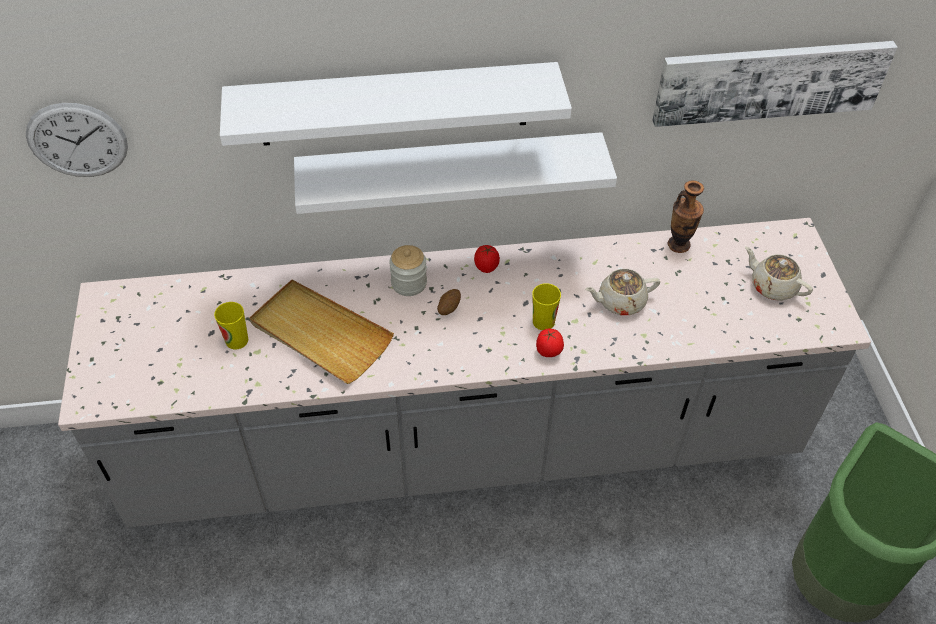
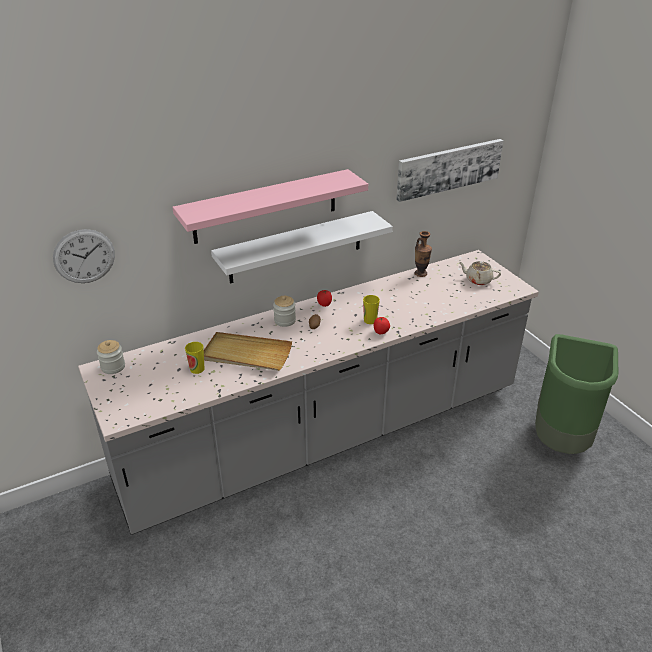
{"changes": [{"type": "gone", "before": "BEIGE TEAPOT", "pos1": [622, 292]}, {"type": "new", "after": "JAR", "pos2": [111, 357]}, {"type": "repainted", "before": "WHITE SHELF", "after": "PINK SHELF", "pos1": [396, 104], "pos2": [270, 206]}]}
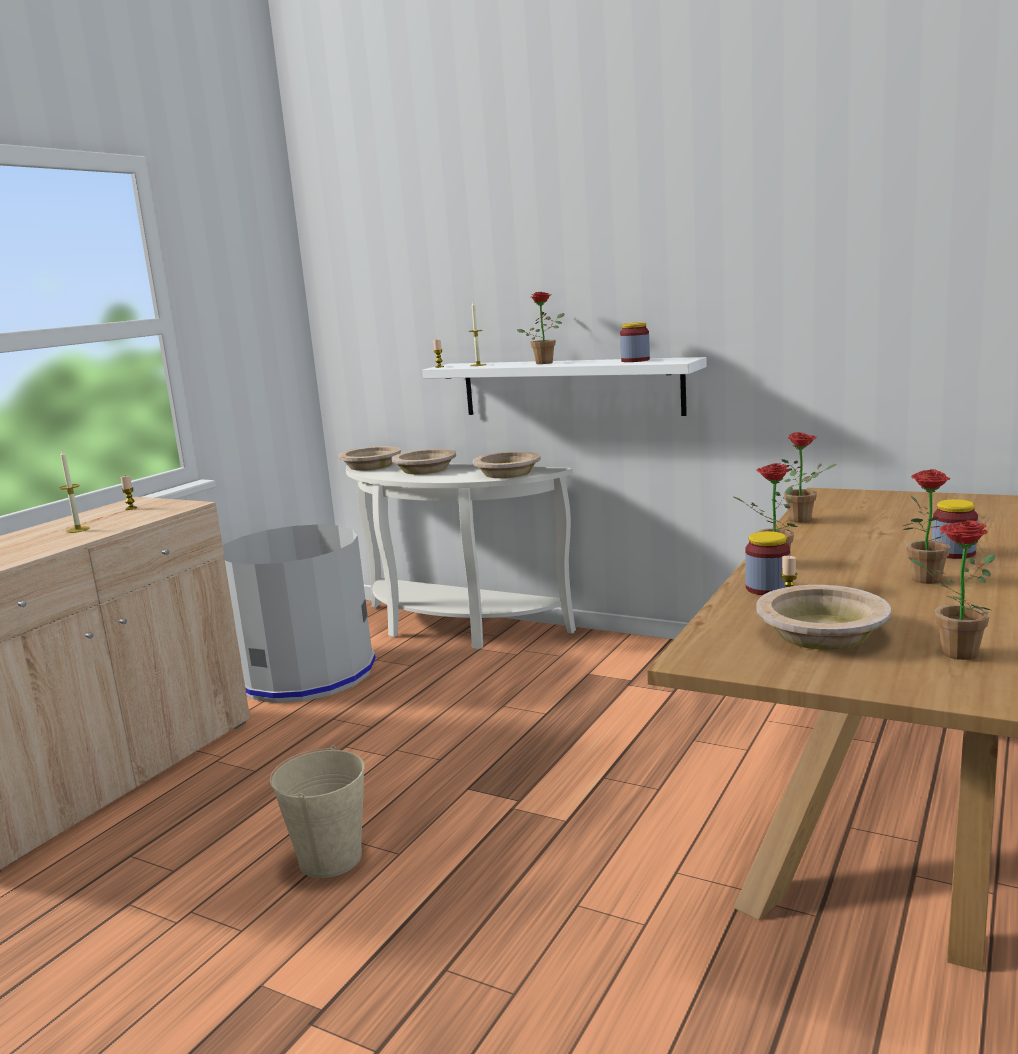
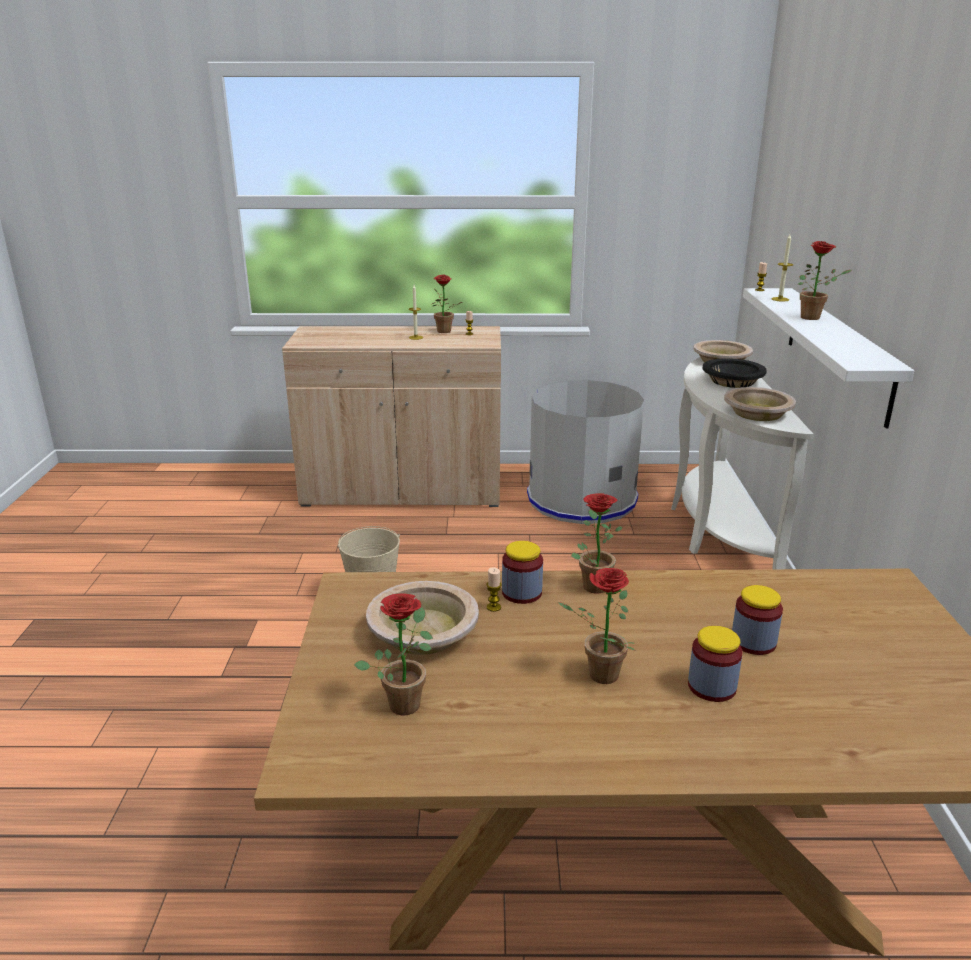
{"changes": [{"type": "shifted", "before": "JAR", "pos1": [635, 342], "pos2": [757, 620]}, {"type": "shifted", "before": "POTTED PLANT", "pos1": [809, 477], "pos2": [447, 303]}, {"type": "repainted", "before": "BEIGE BOWL", "after": "BLACK BOWL", "pos1": [423, 461], "pos2": [735, 373]}]}
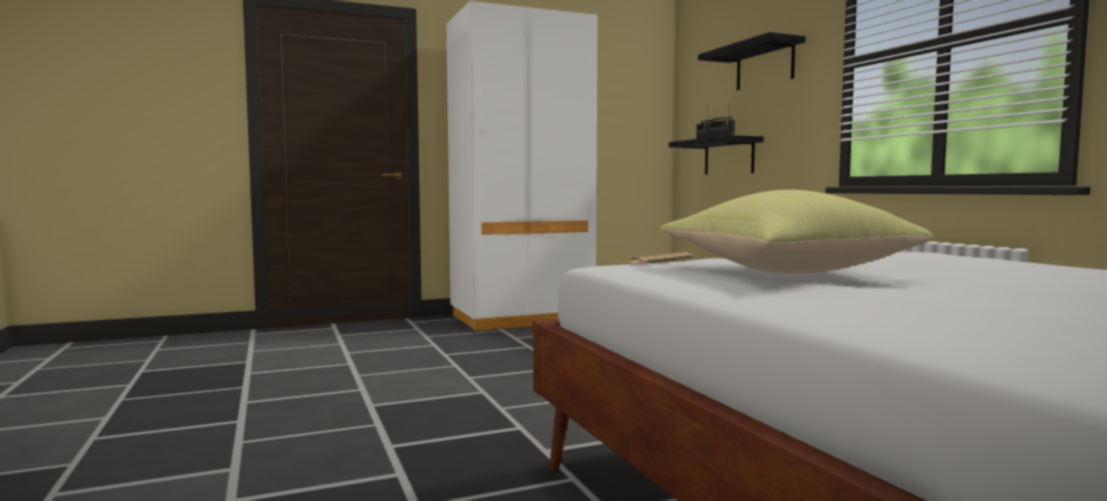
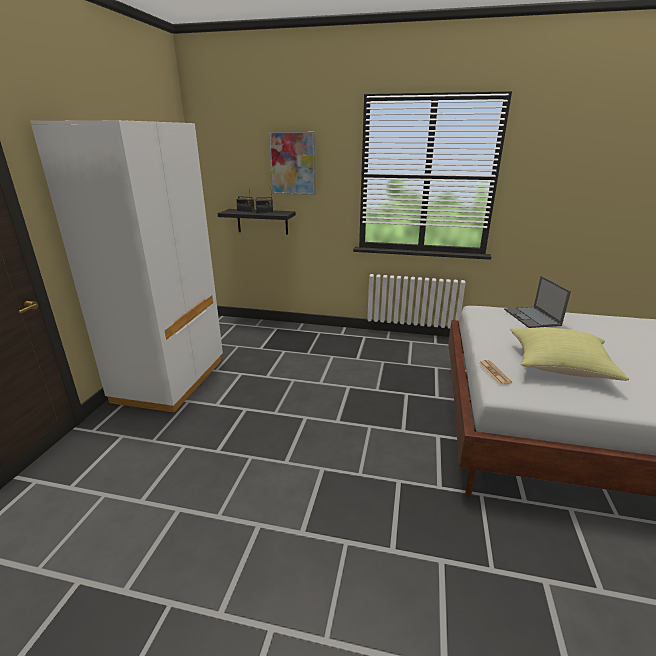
{"changes": [{"type": "new", "after": "LAPTOP", "pos2": [537, 302]}, {"type": "swapped", "before": "BLACK SHELF", "after": "PICTURE", "pos1": [752, 61], "pos2": [292, 163]}]}
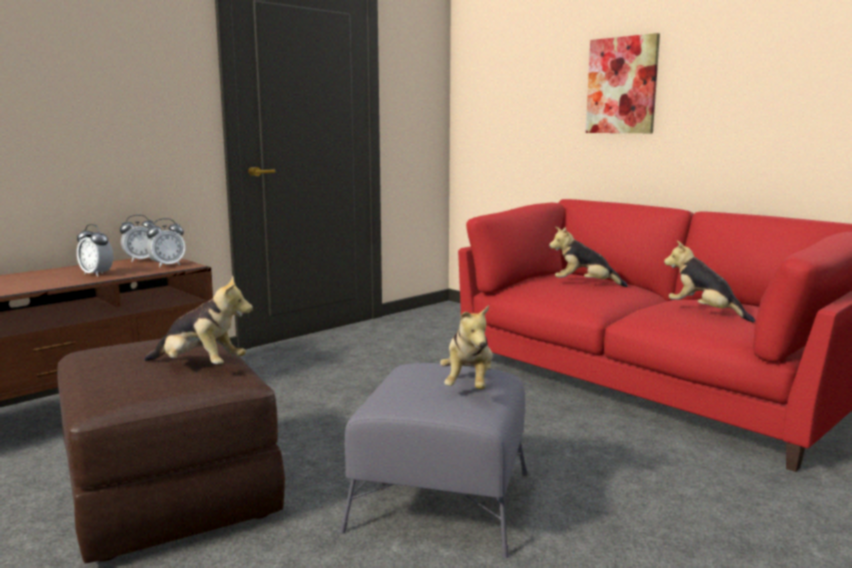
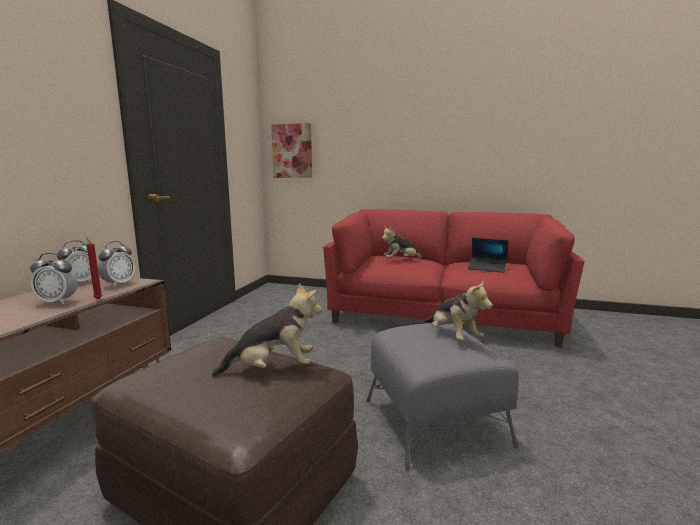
{"changes": [{"type": "new", "after": "RED CANDLE", "pos2": [94, 268]}, {"type": "shifted", "before": "PICTURE", "pos1": [623, 83], "pos2": [291, 150]}, {"type": "swapped", "before": "PLUSH TOY", "after": "LAPTOP", "pos1": [709, 281], "pos2": [488, 255]}]}
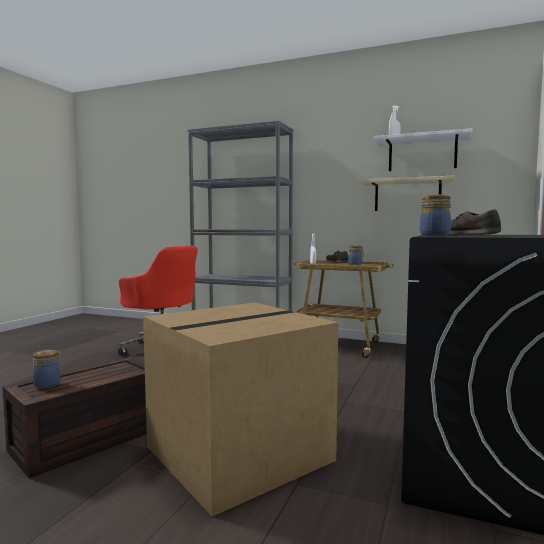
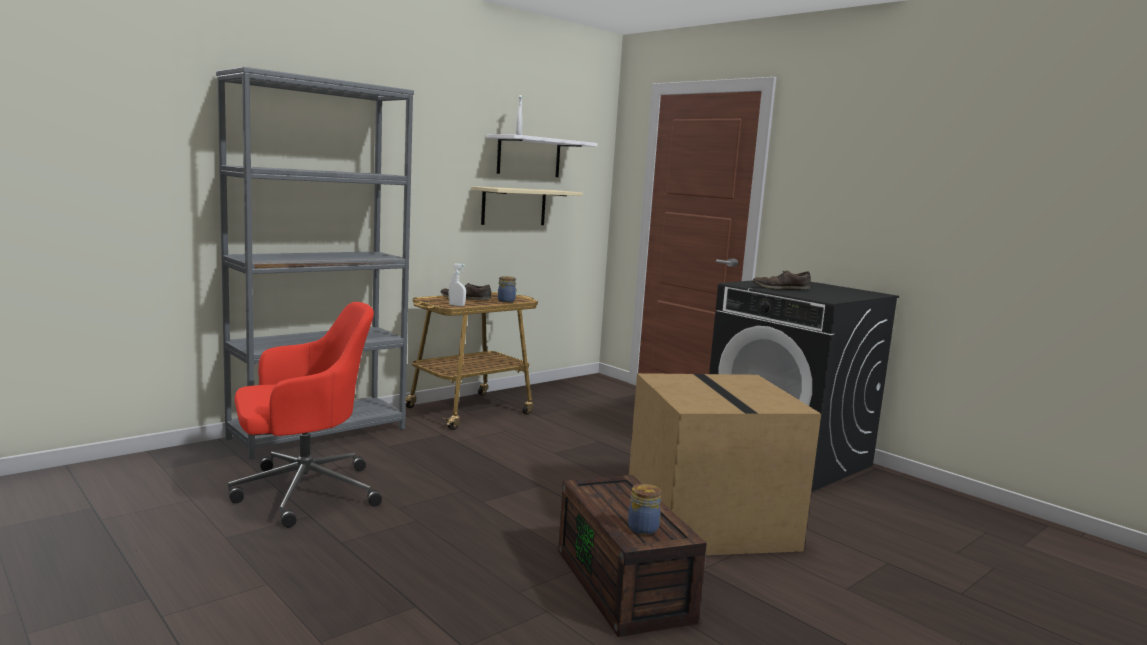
{"changes": [{"type": "gone", "before": "JAR", "pos1": [435, 215]}]}
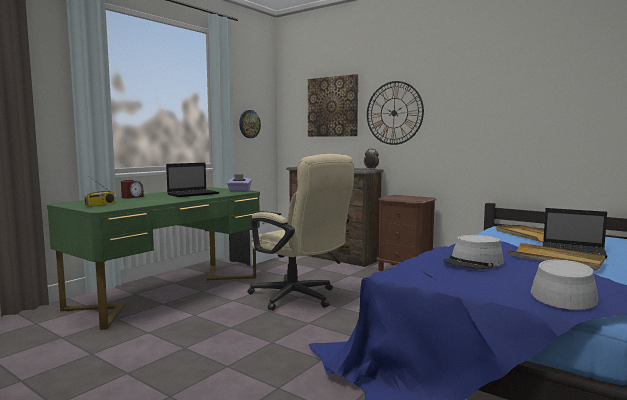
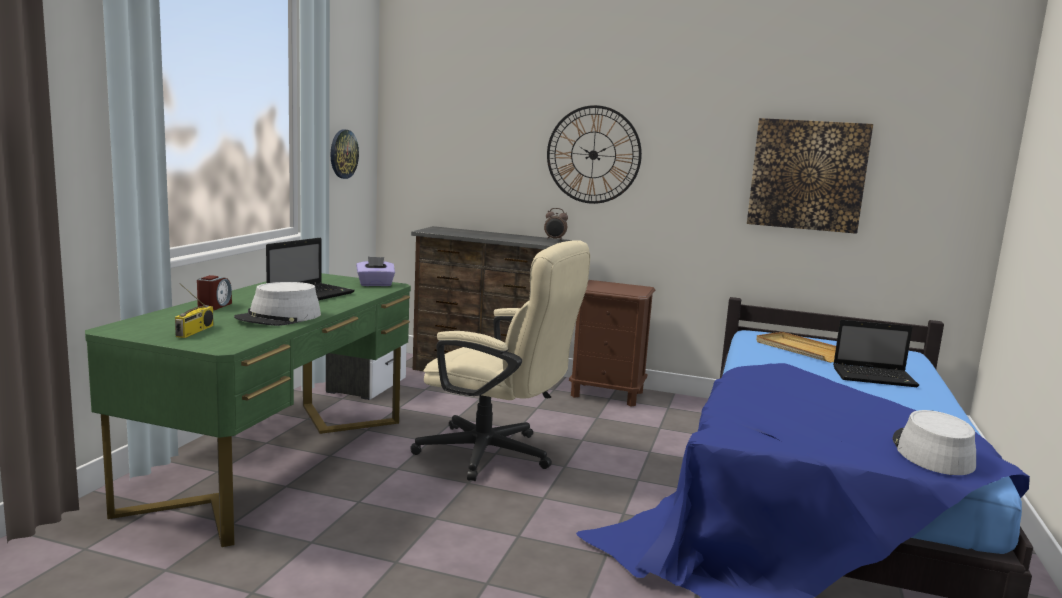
{"changes": [{"type": "gone", "before": "BEIGE TRAY", "pos1": [556, 256]}, {"type": "shifted", "before": "PICTURE", "pos1": [333, 105], "pos2": [810, 176]}, {"type": "shifted", "before": "GREY HAT", "pos1": [473, 252], "pos2": [277, 304]}]}
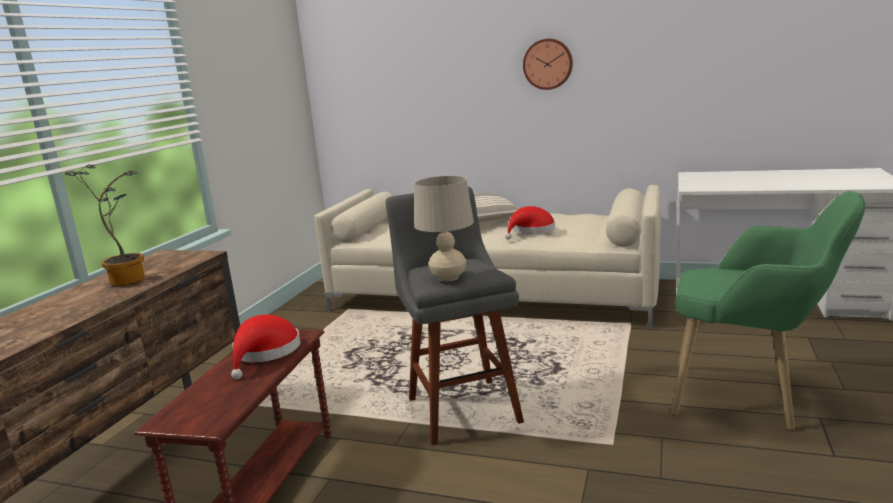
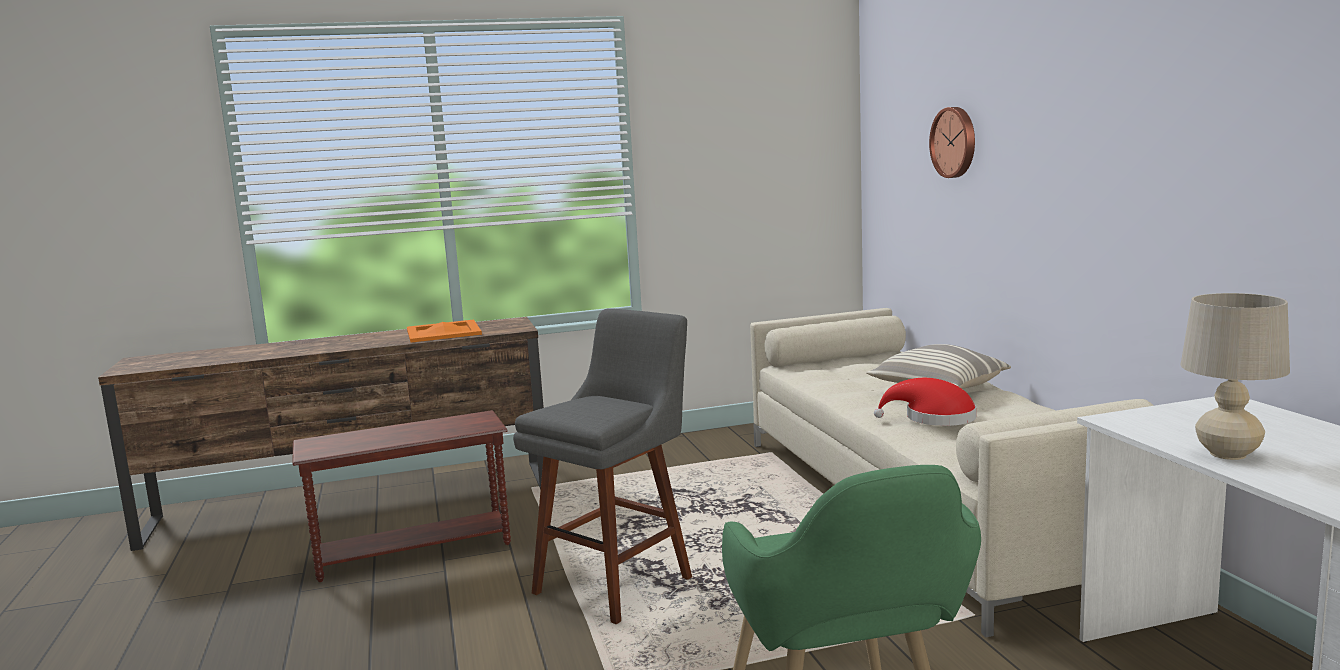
{"changes": [{"type": "gone", "before": "RED HAT", "pos1": [265, 347]}, {"type": "shifted", "before": "BEIGE TABLE LAMP", "pos1": [444, 228], "pos2": [1235, 376]}, {"type": "shifted", "before": "WALL CLOCK", "pos1": [548, 64], "pos2": [952, 142]}, {"type": "swapped", "before": "POTTED PLANT", "after": "ORANGE TRAY", "pos1": [105, 225], "pos2": [444, 330]}]}
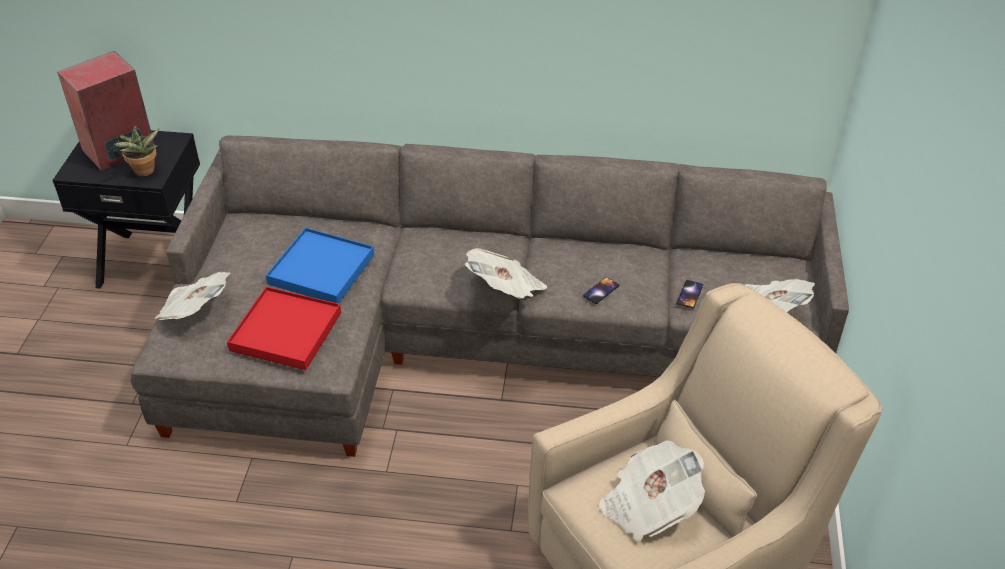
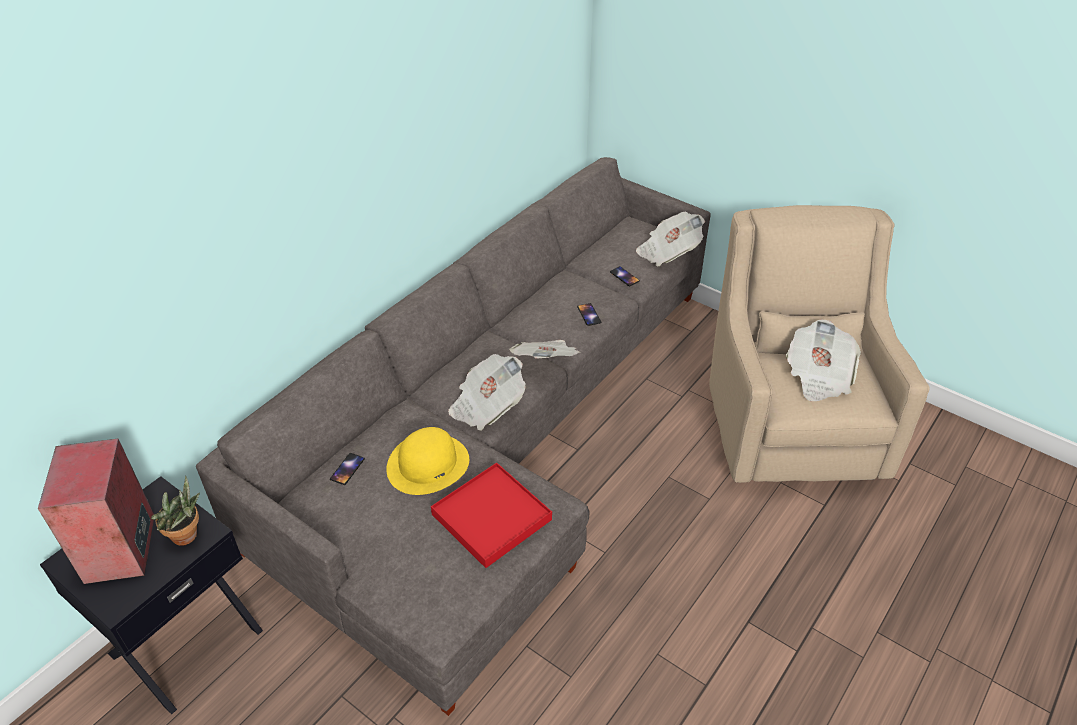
{"changes": [{"type": "new", "after": "PHONE", "pos2": [347, 469]}, {"type": "shifted", "before": "NEWSPAPER", "pos1": [192, 296], "pos2": [487, 392]}, {"type": "swapped", "before": "BLUE TRAY", "after": "YELLOW HAT", "pos1": [320, 265], "pos2": [427, 461]}]}
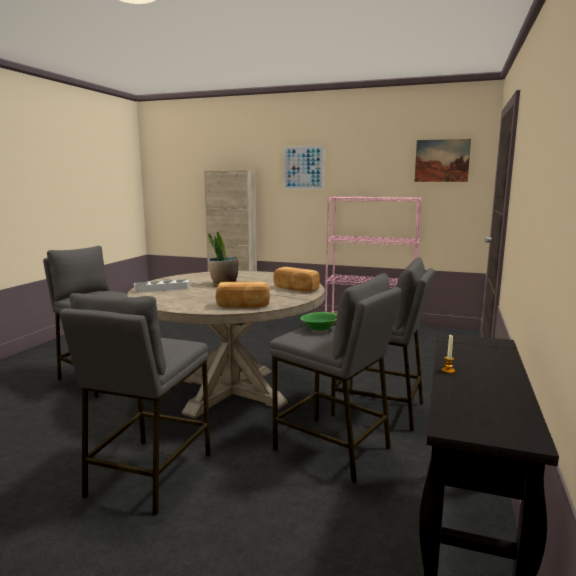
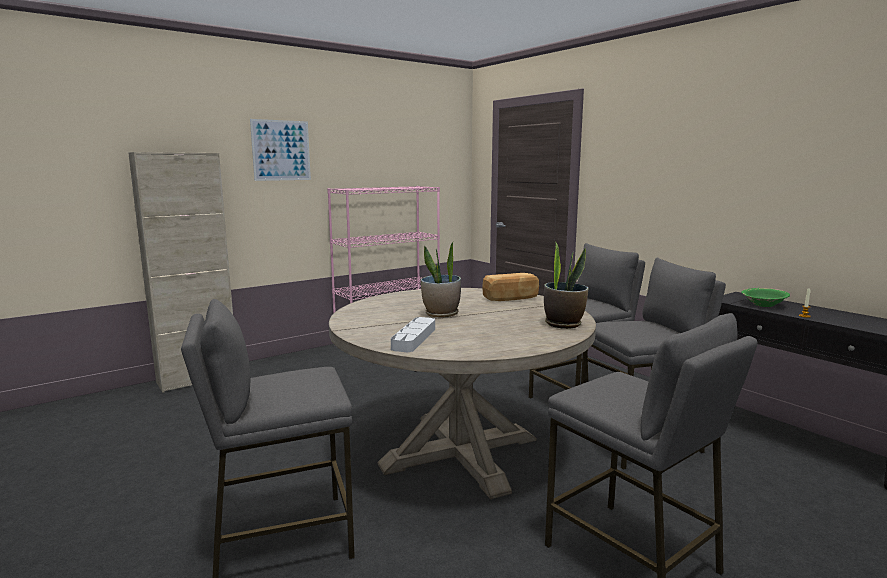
{"changes": [{"type": "gone", "before": "PICTURE", "pos1": [443, 160]}, {"type": "shifted", "before": "GREEN BOWL", "pos1": [318, 321], "pos2": [765, 297]}, {"type": "swapped", "before": "BREAD", "after": "POTTED PLANT", "pos1": [243, 295], "pos2": [566, 285]}]}
